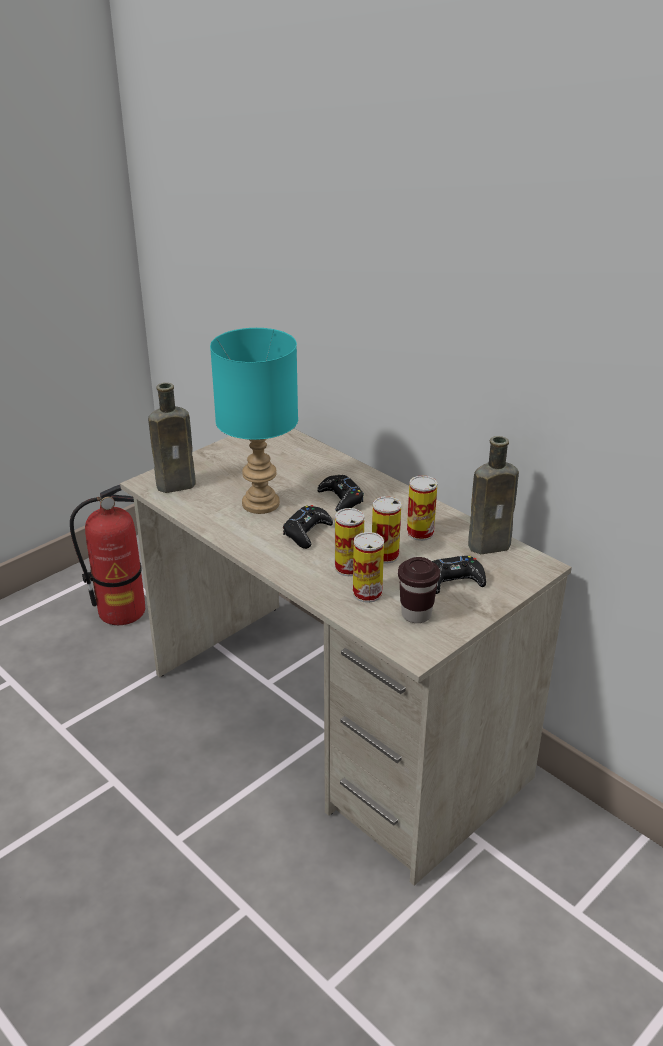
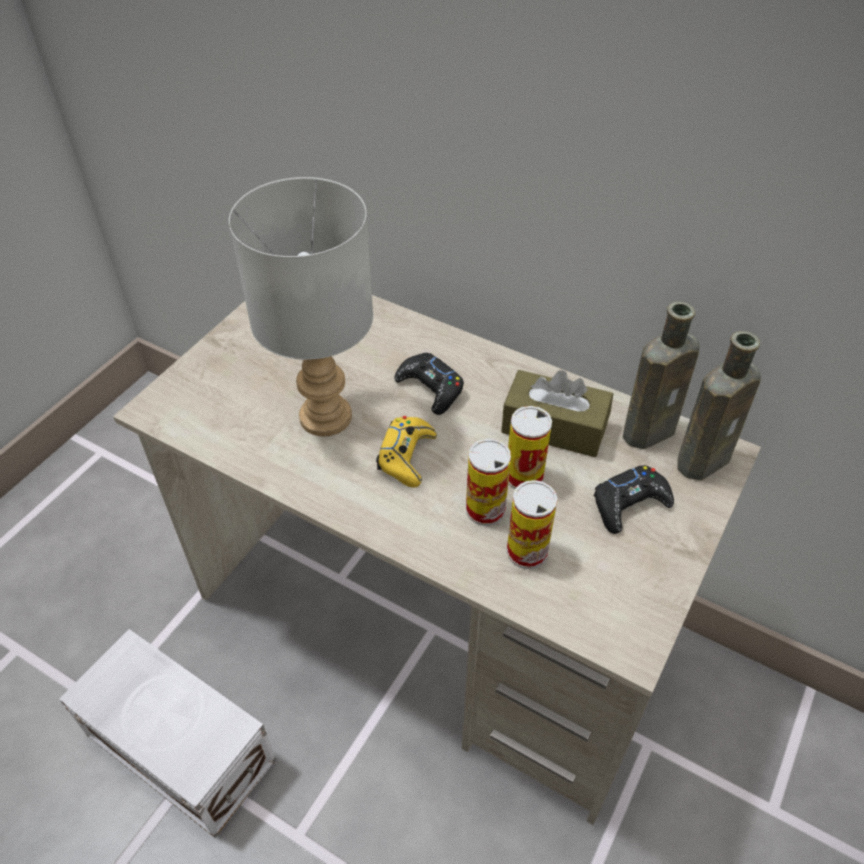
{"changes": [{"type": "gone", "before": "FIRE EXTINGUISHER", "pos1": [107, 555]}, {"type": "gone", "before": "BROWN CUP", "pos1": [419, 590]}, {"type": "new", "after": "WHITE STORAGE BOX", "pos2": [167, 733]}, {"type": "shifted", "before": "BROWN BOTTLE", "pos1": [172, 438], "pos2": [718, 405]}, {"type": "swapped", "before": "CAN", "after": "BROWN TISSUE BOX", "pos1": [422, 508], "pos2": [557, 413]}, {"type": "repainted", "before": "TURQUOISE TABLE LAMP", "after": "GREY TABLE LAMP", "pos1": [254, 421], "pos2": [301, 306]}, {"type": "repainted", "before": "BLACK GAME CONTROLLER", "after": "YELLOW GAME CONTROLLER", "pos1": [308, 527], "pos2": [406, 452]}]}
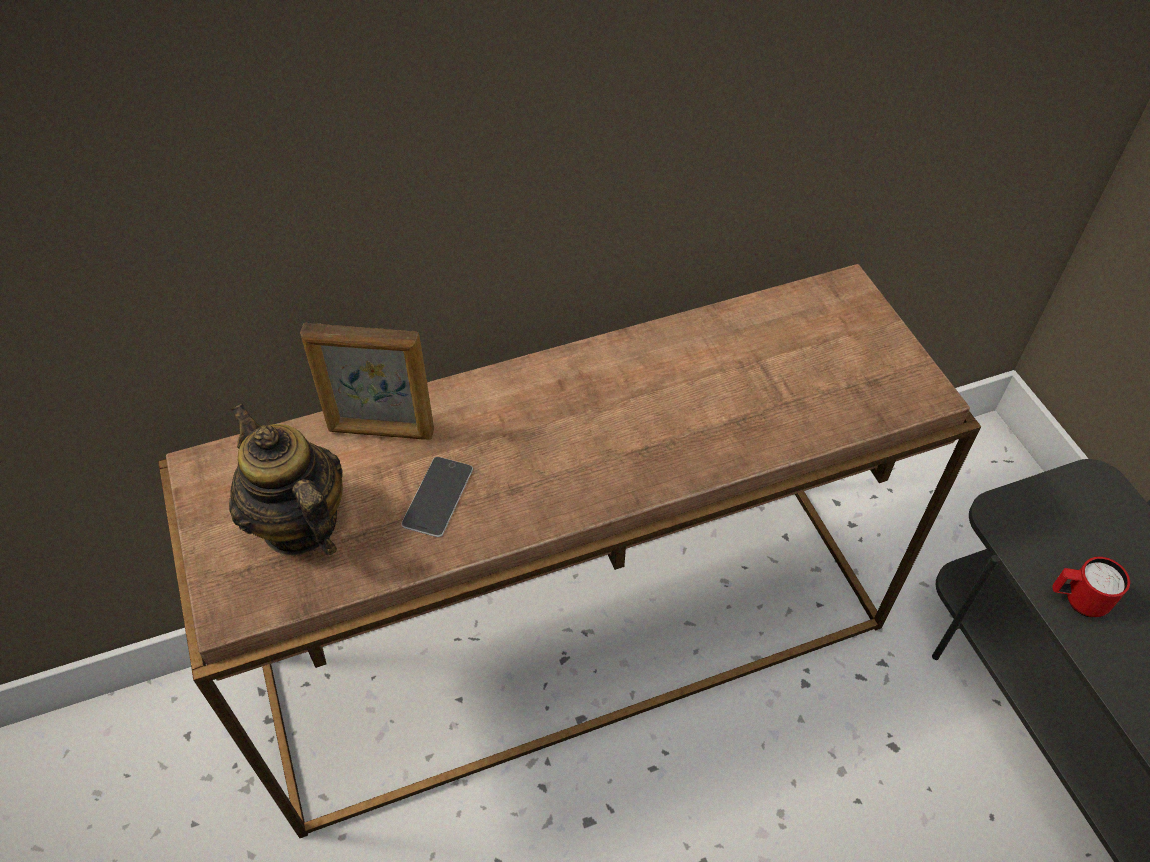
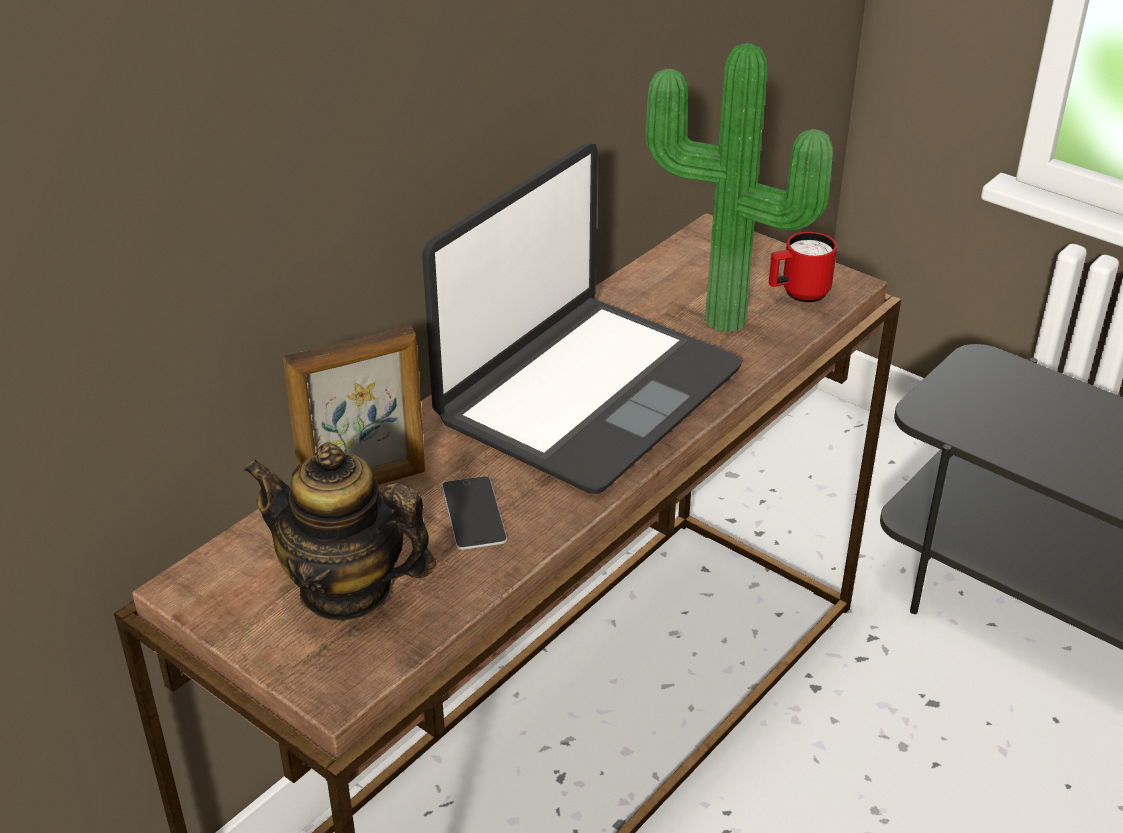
{"changes": [{"type": "new", "after": "LAPTOP", "pos2": [582, 319]}, {"type": "new", "after": "POTTED PLANT", "pos2": [739, 188]}, {"type": "shifted", "before": "RED MUG", "pos1": [1091, 587], "pos2": [803, 267]}]}
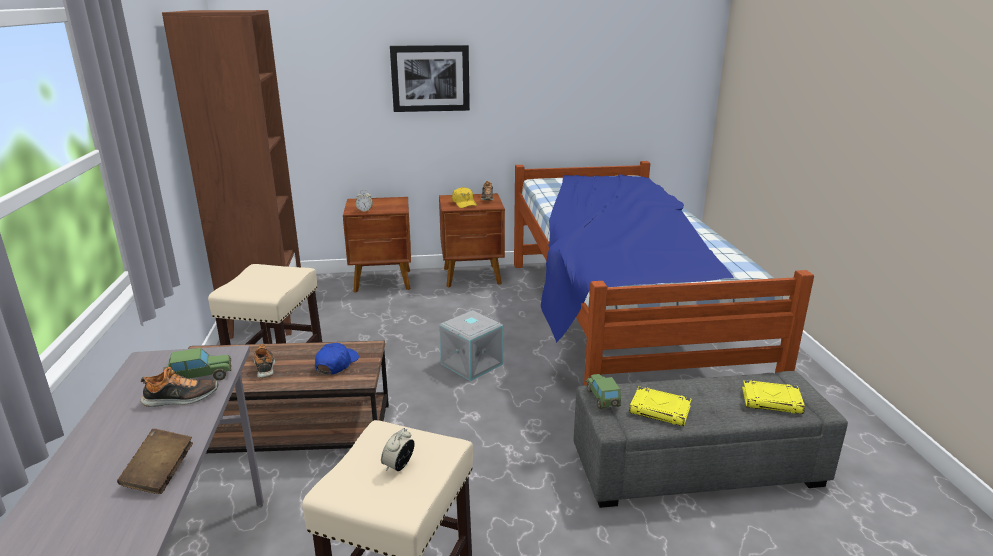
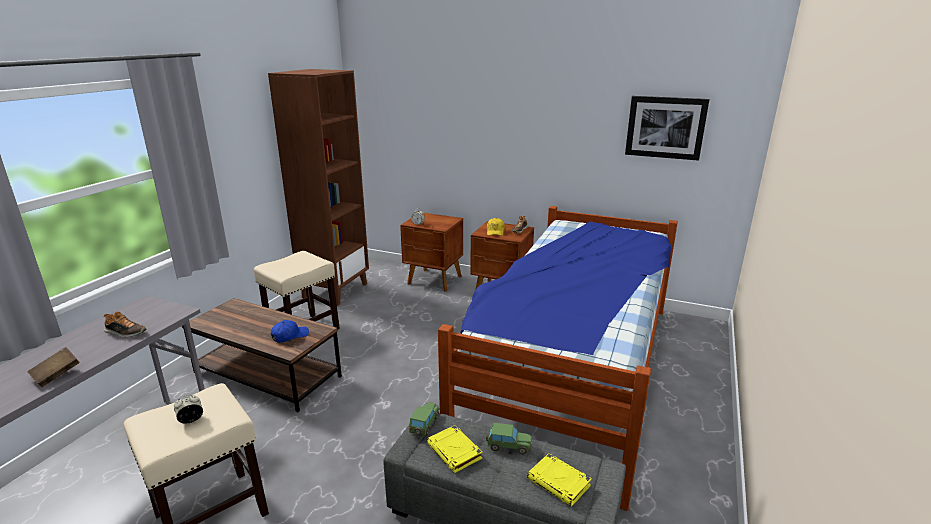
{"changes": [{"type": "gone", "before": "SHOE", "pos1": [264, 361]}, {"type": "gone", "before": "GREY STORAGE BOX", "pos1": [471, 345]}, {"type": "shifted", "before": "TOY CAR", "pos1": [197, 364], "pos2": [509, 439]}, {"type": "shifted", "before": "PICTURE", "pos1": [430, 78], "pos2": [667, 128]}]}
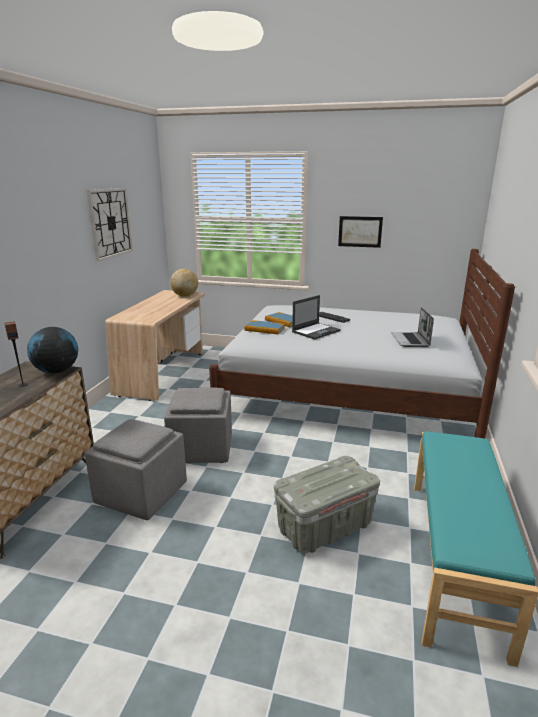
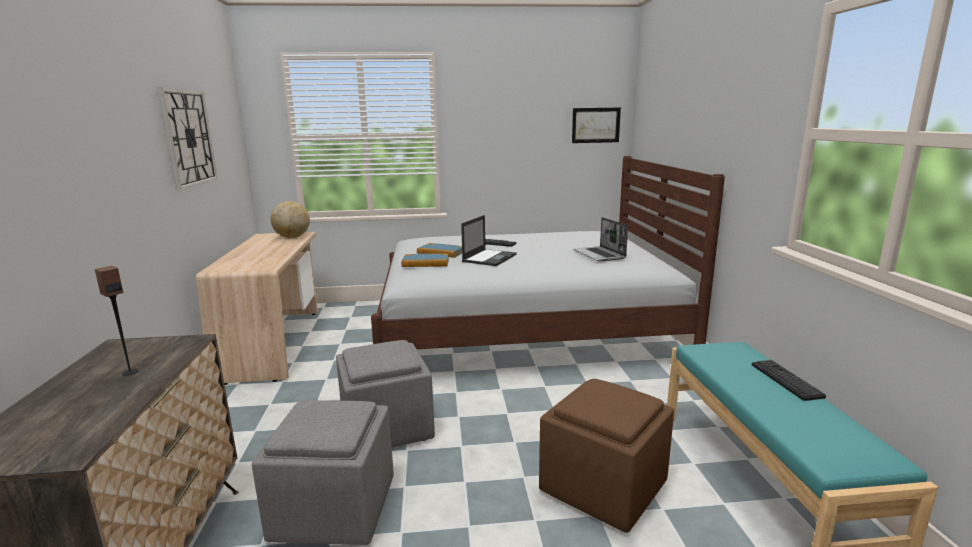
{"changes": [{"type": "gone", "before": "GLOBE", "pos1": [52, 350]}, {"type": "new", "after": "KEYBOARD", "pos2": [789, 380]}, {"type": "shifted", "before": "PICTURE", "pos1": [360, 232], "pos2": [596, 125]}, {"type": "swapped", "before": "GREY STORAGE BOX", "after": "BROWN OTTOMAN", "pos1": [327, 504], "pos2": [606, 456]}]}
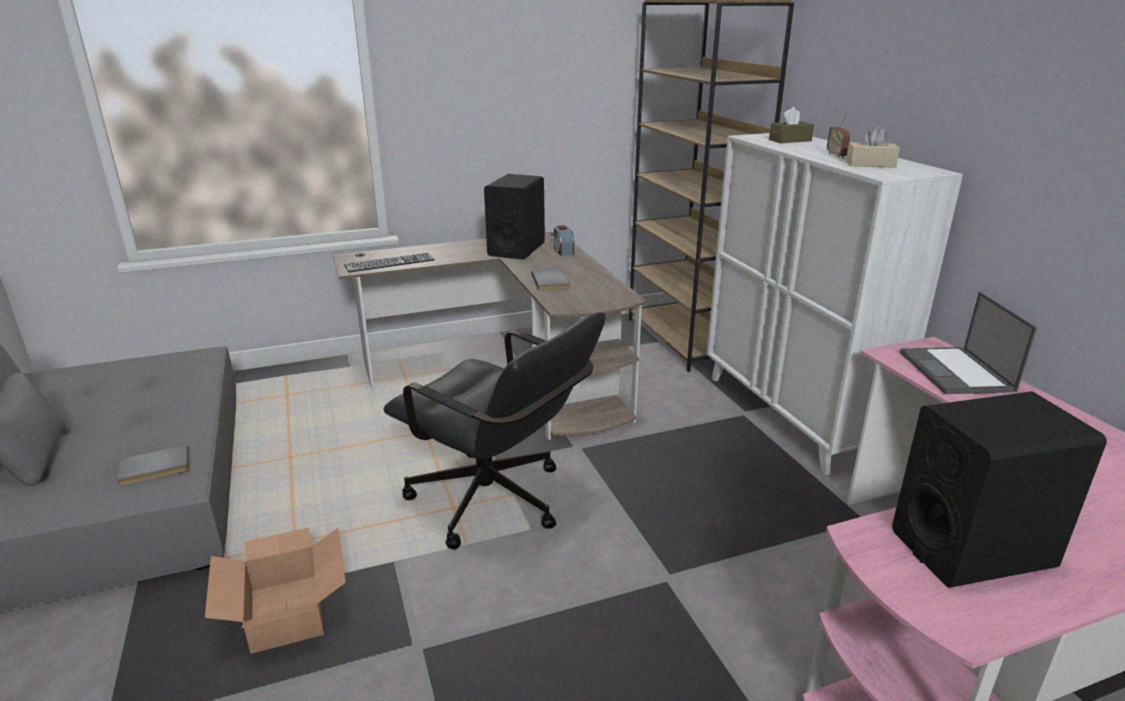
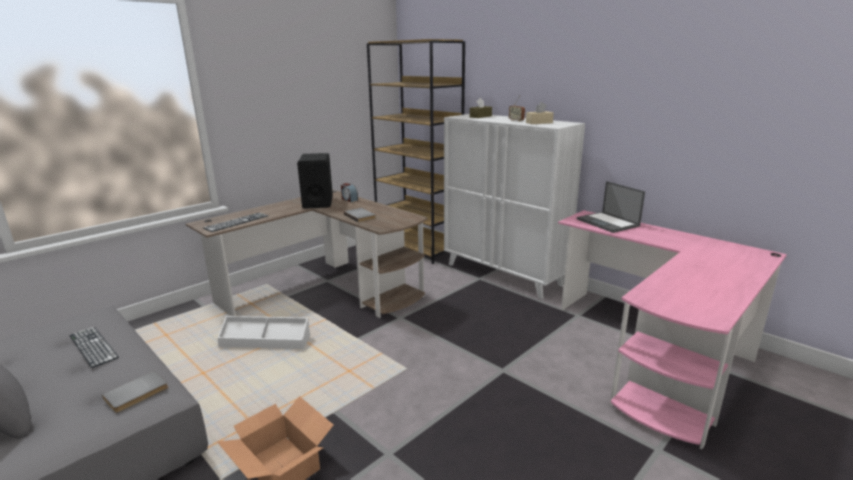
{"changes": [{"type": "gone", "before": "BLACK OFFICE CHAIR", "pos1": [494, 431]}, {"type": "gone", "before": "BLACK SPEAKER", "pos1": [999, 490]}, {"type": "new", "after": "KEYBOARD", "pos2": [94, 347]}, {"type": "new", "after": "WHITE STORAGE BOX", "pos2": [263, 332]}]}
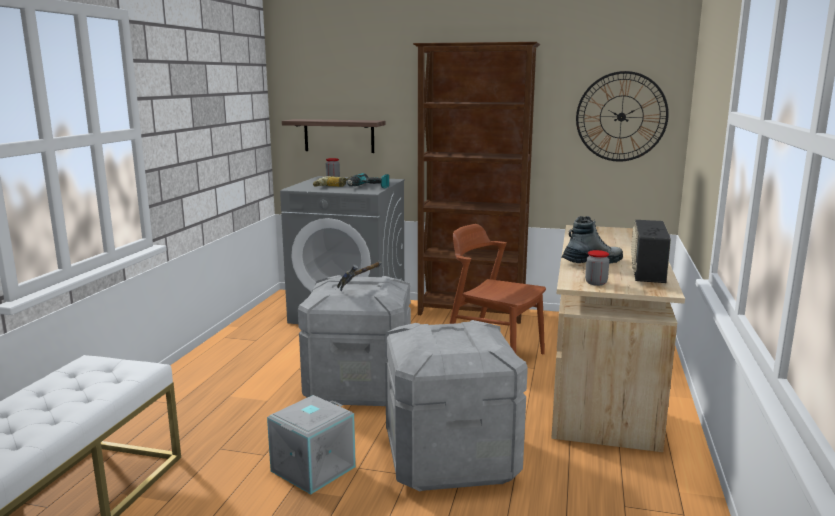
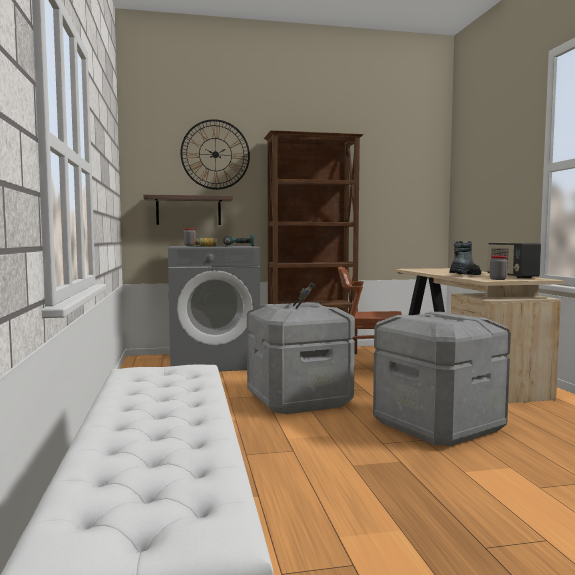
{"changes": [{"type": "gone", "before": "GREY STORAGE BOX", "pos1": [311, 444]}, {"type": "shifted", "before": "WALL CLOCK", "pos1": [622, 116], "pos2": [215, 154]}]}
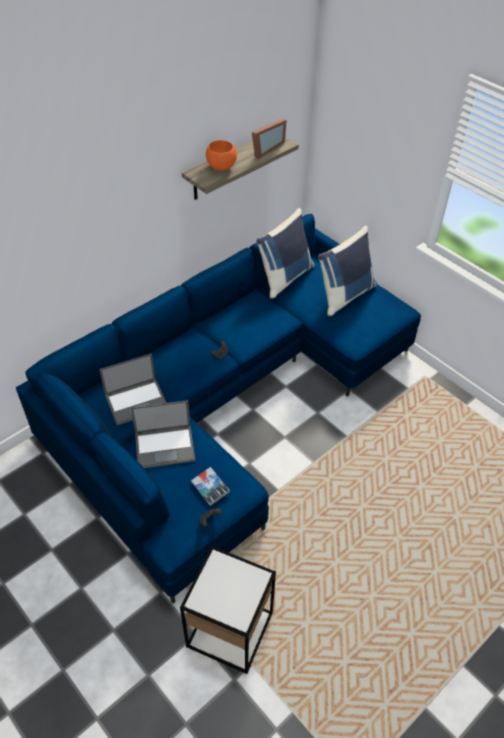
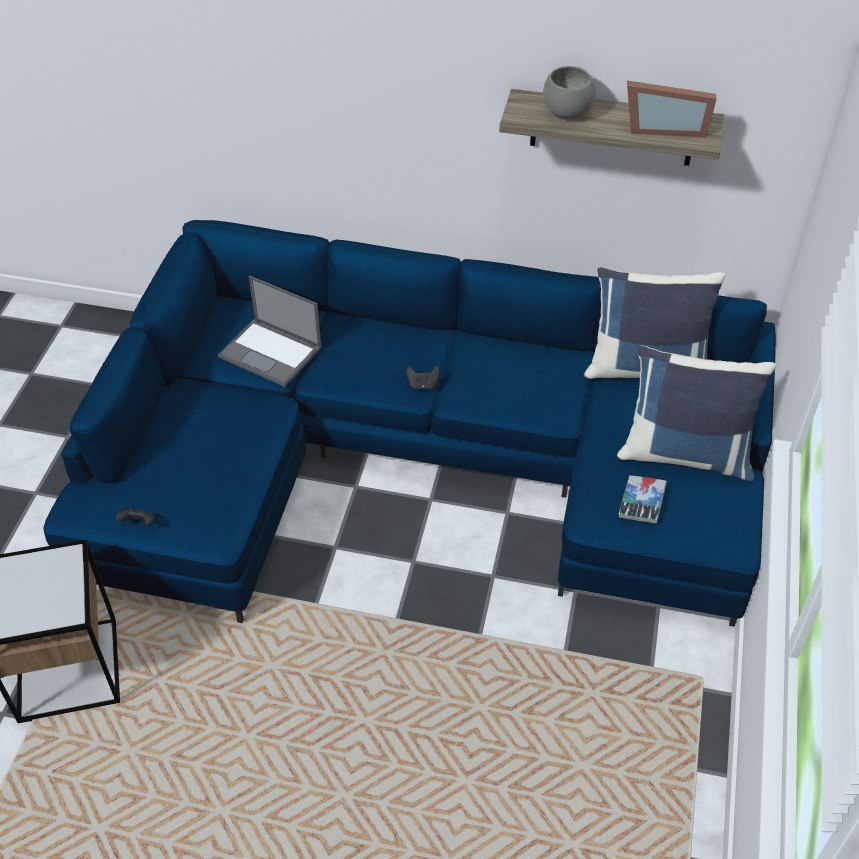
{"changes": [{"type": "gone", "before": "LAPTOP", "pos1": [163, 434]}, {"type": "shifted", "before": "BOOK", "pos1": [210, 486], "pos2": [643, 499]}, {"type": "repainted", "before": "ORANGE BOWL", "after": "GREY BOWL", "pos1": [221, 155], "pos2": [569, 92]}]}
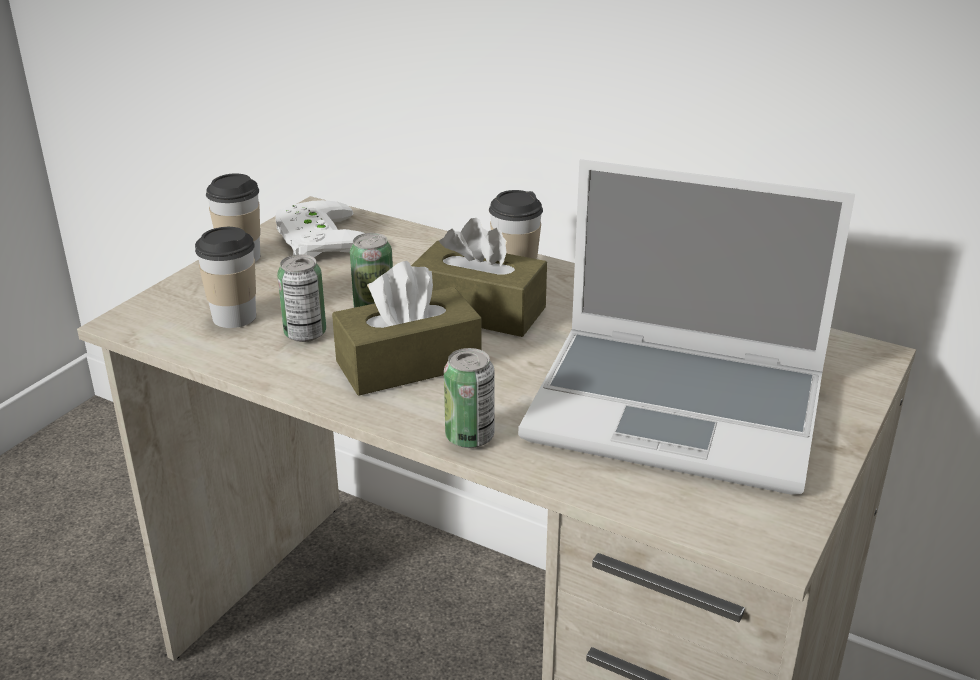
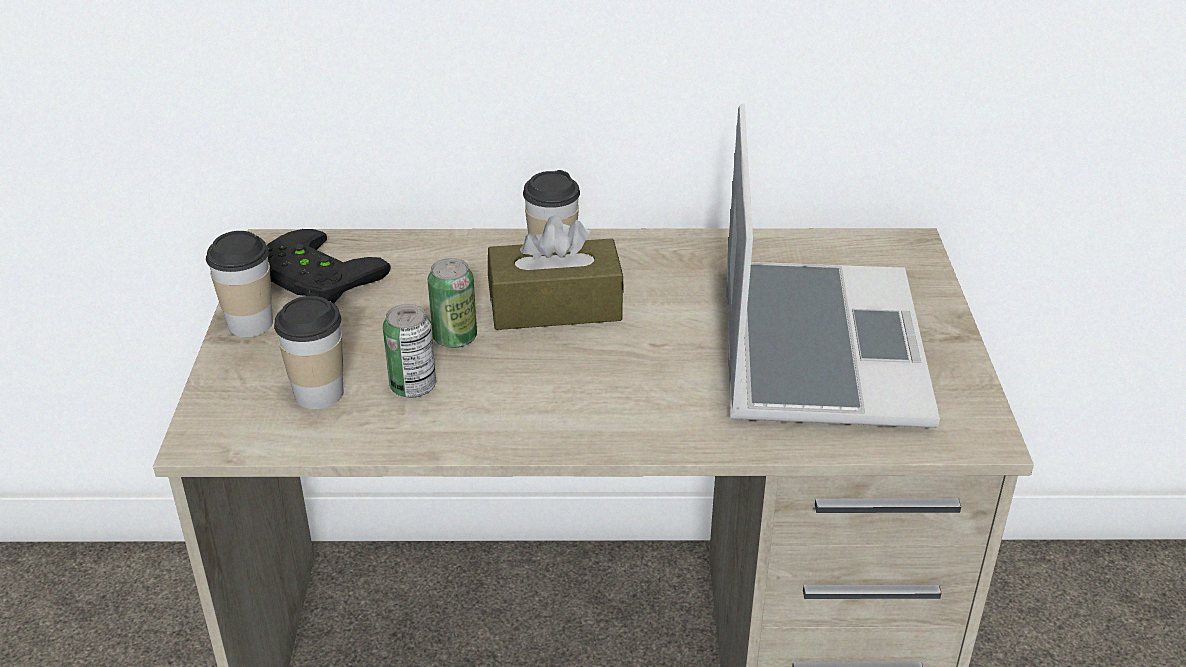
{"changes": [{"type": "gone", "before": "BROWN TISSUE BOX", "pos1": [407, 328]}, {"type": "gone", "before": "CAN", "pos1": [469, 398]}, {"type": "repainted", "before": "WHITE GAME CONTROLLER", "after": "BLACK GAME CONTROLLER", "pos1": [319, 228], "pos2": [329, 266]}, {"type": "rotated", "before": "LAPTOP", "pos1": [686, 327], "pos2": [833, 266], "turn": -75}]}
